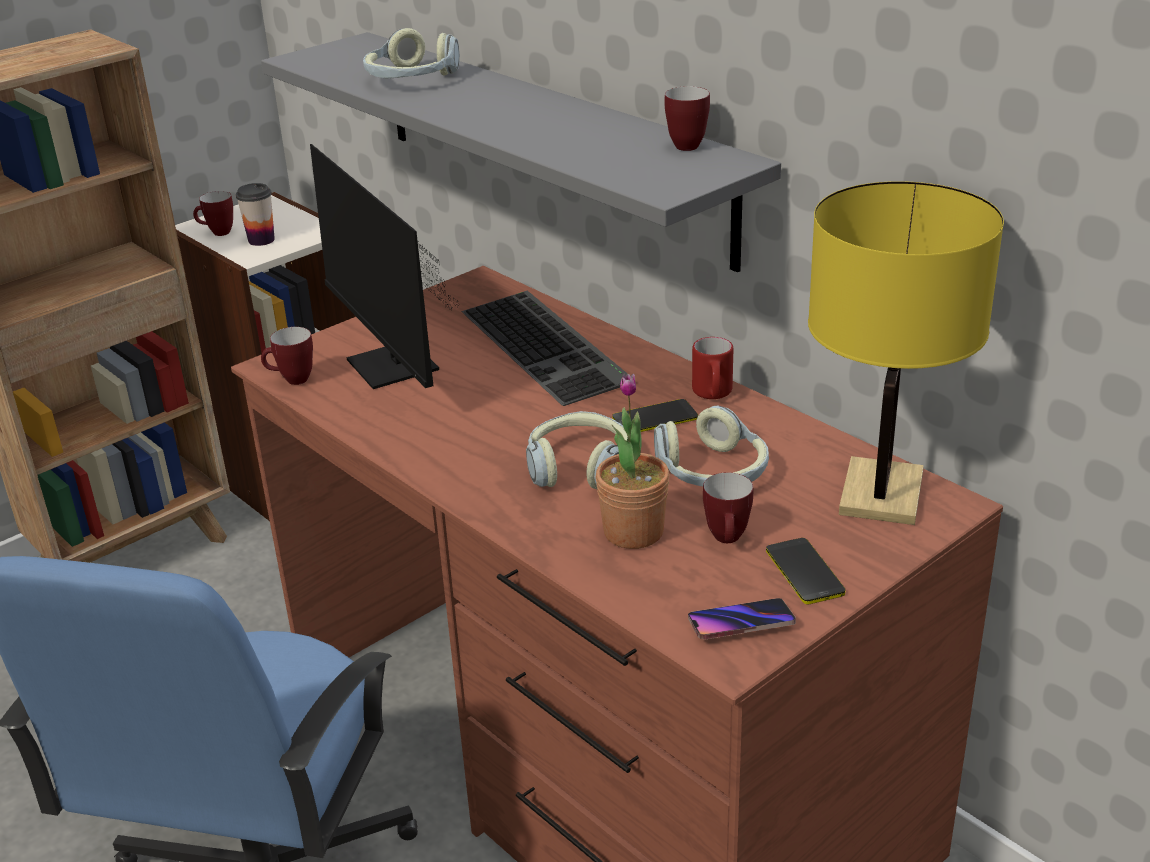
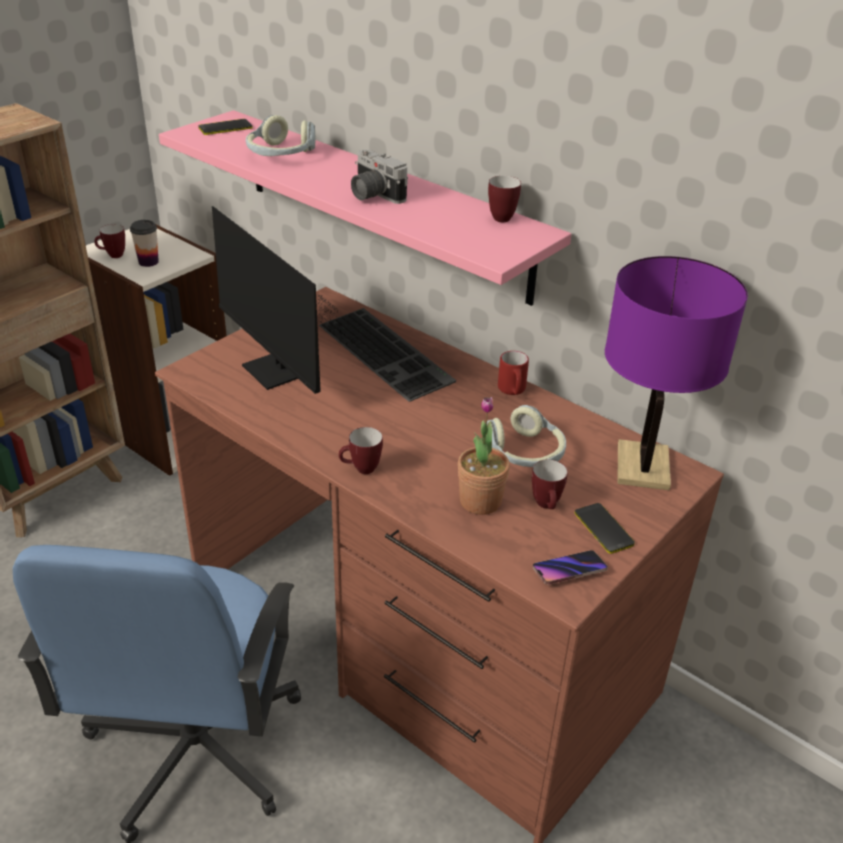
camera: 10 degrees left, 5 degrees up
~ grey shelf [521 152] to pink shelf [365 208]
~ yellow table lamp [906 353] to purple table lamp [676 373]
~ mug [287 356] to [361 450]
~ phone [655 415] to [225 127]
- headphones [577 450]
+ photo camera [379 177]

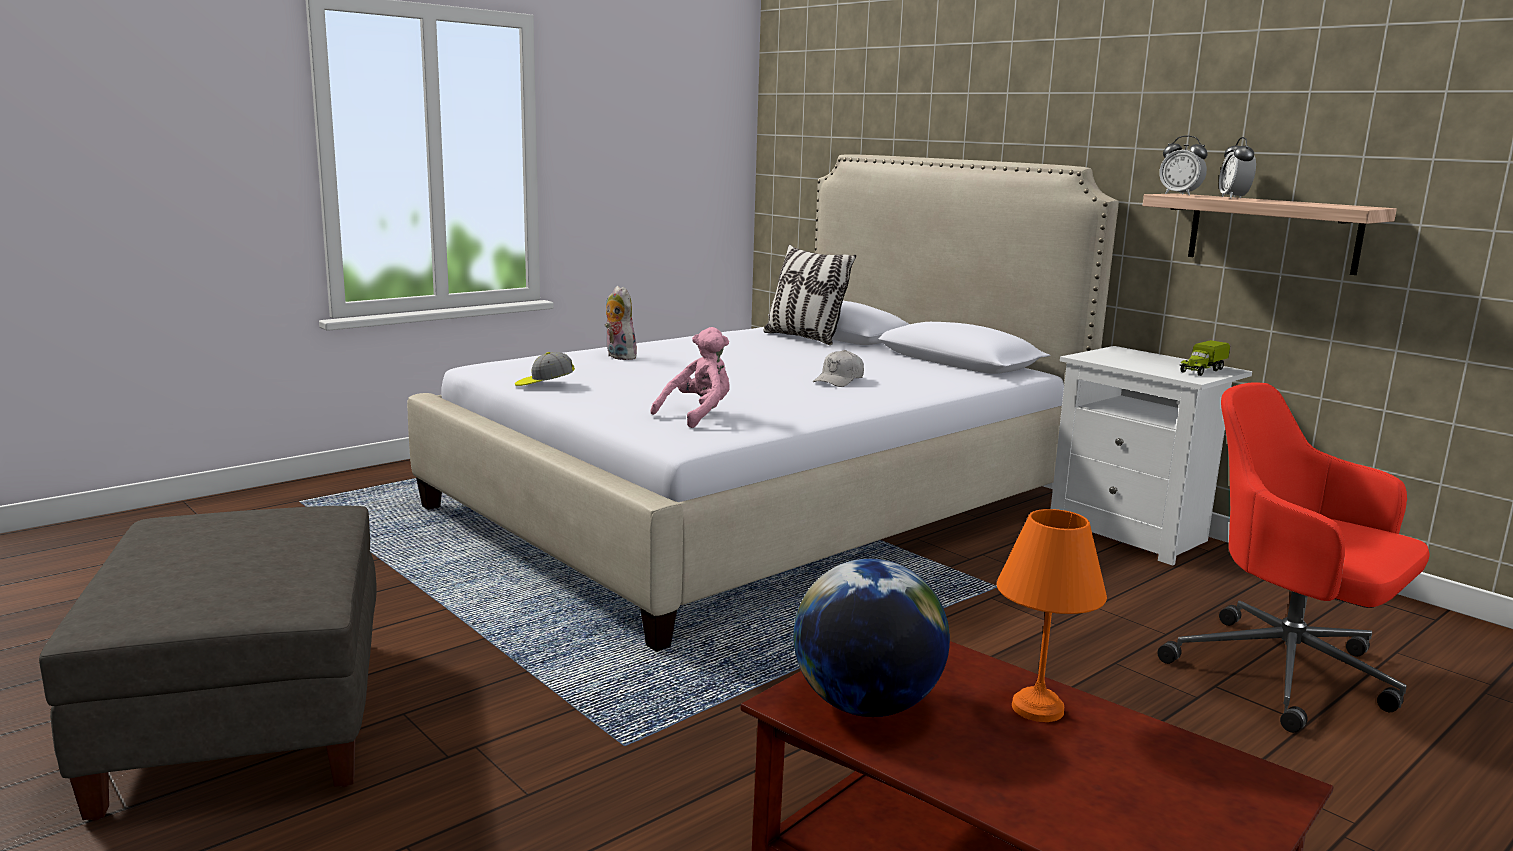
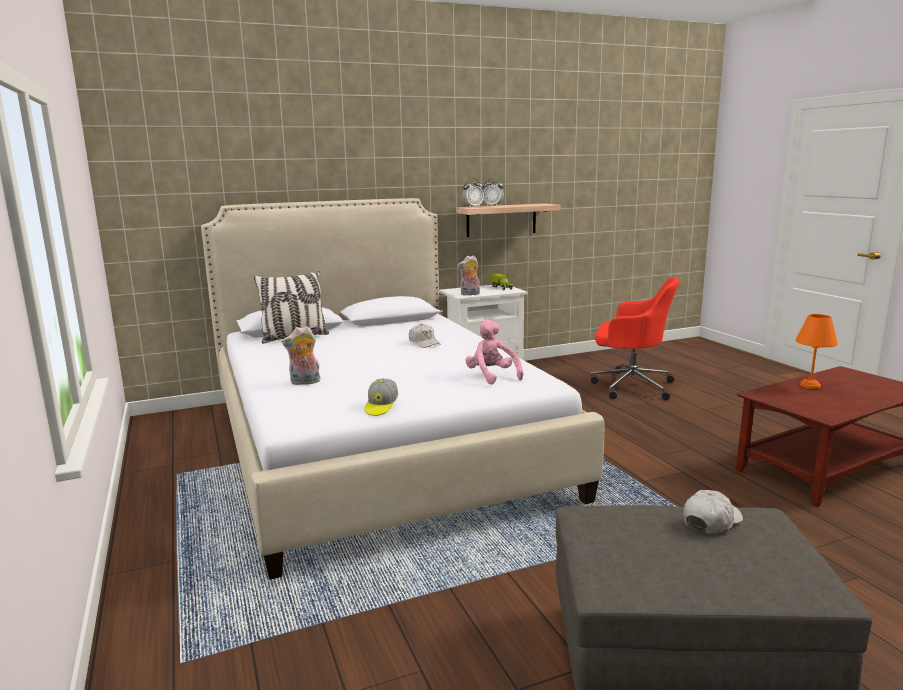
camera: 70 degrees left, 0 degrees up
~ red office chair [1293 557] = [635 338] 135 degrees counterclockwise
- globe [871 638]
+ plush toy [468 275]
+ white cap [713 512]

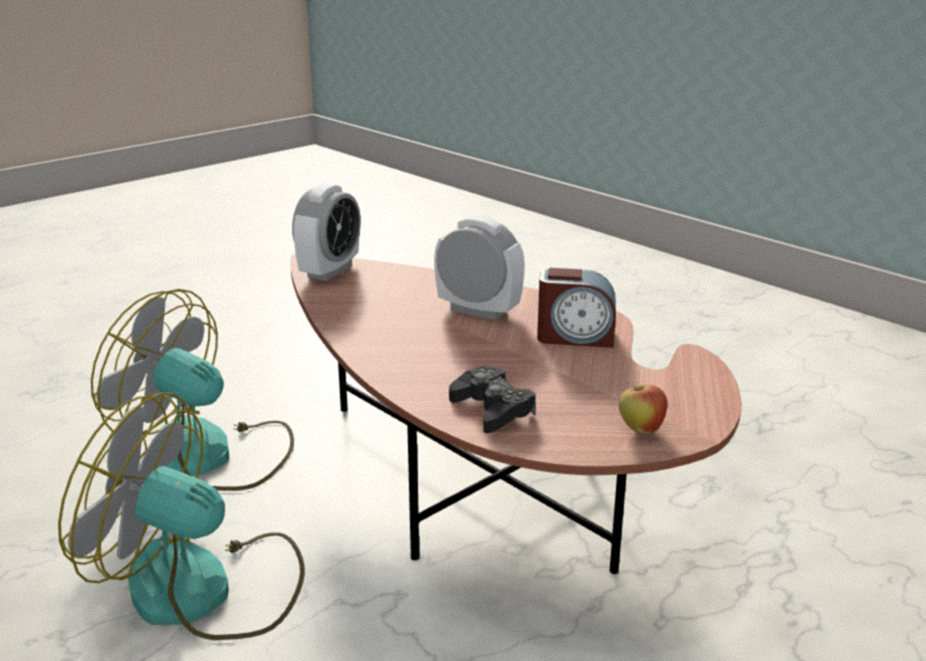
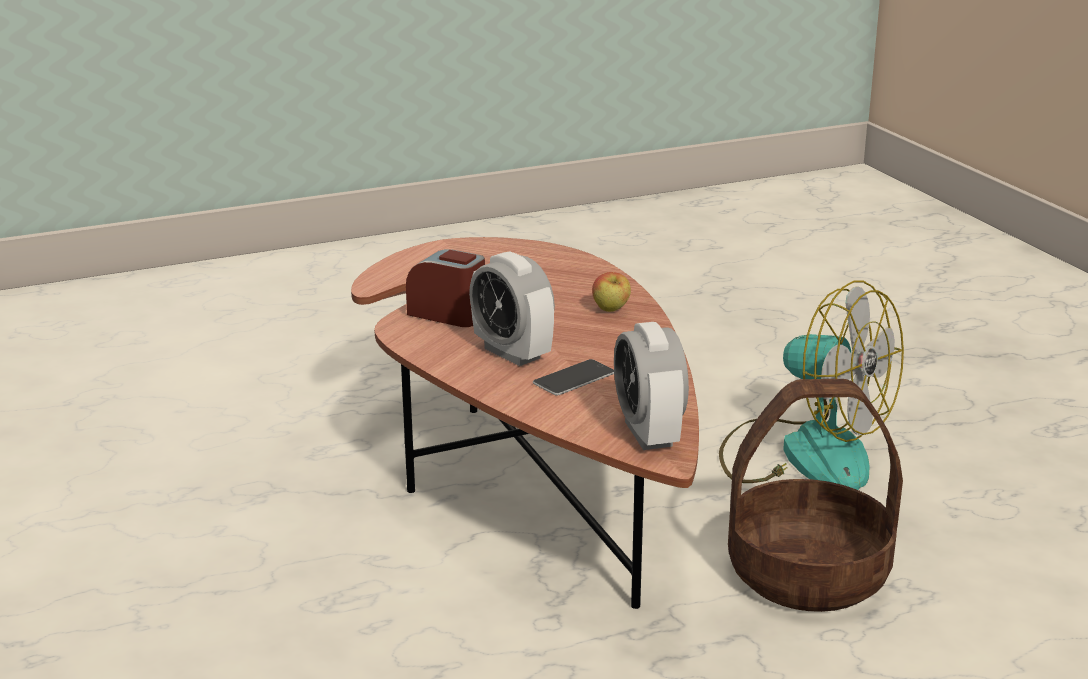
camera: 160 degrees left, 0 degrees up
~ alarm clock [326 232] = [651 386] 60 degrees counterclockwise
~ fan [192 390] to basket [815 495]
- black game controller [492 399]
~ apple [643 407] to [611 292]
+ phone [573 377]

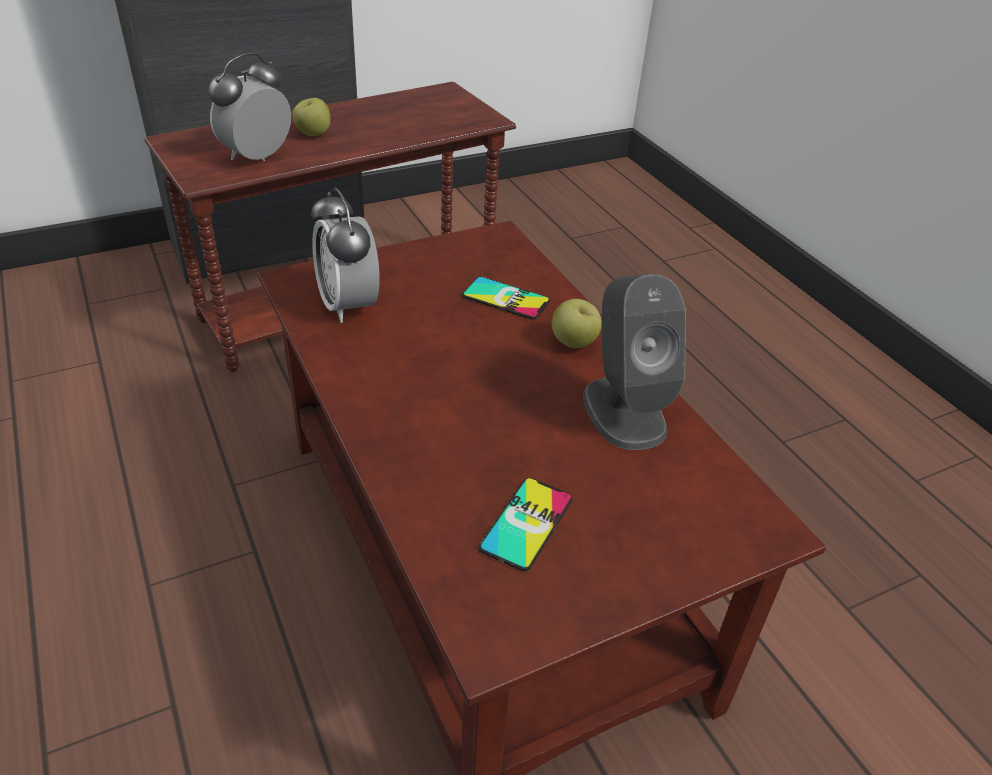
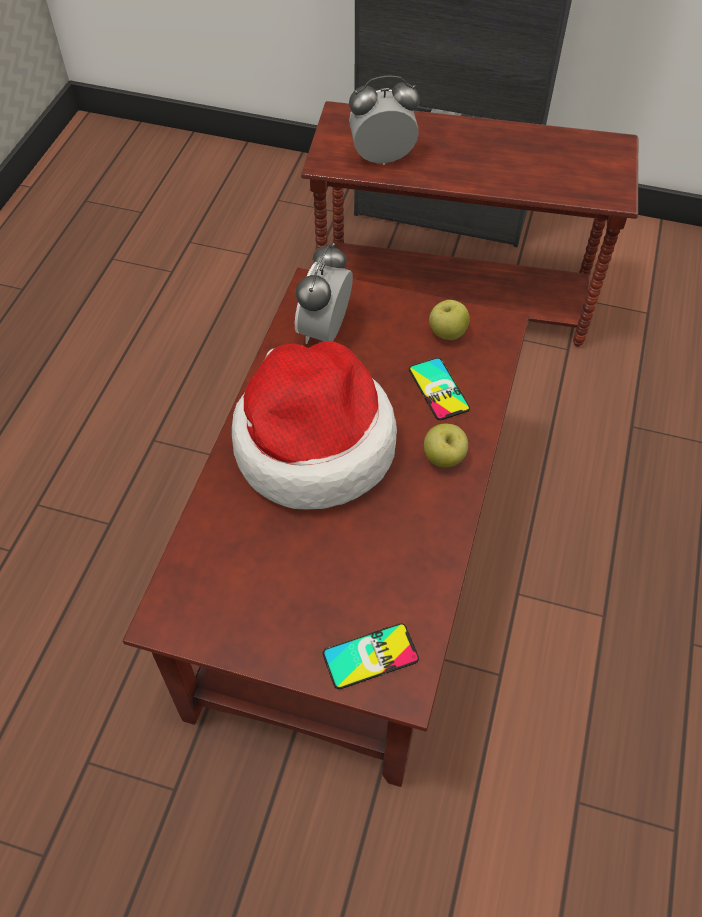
camera: 45 degrees right, 15 degrees up
~ apple [311 117] to [449 320]
- grey speaker [634 362]
~ phone [525 524] to [371 656]
+ hat [314 425]

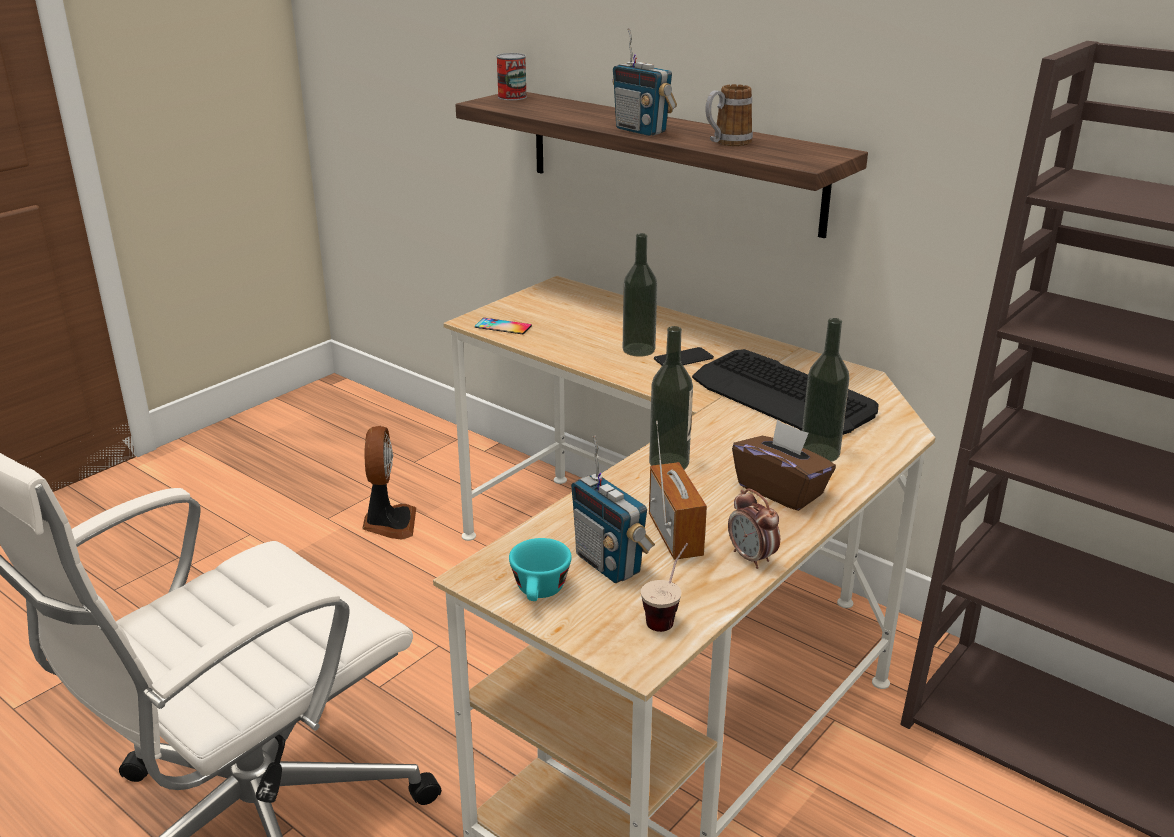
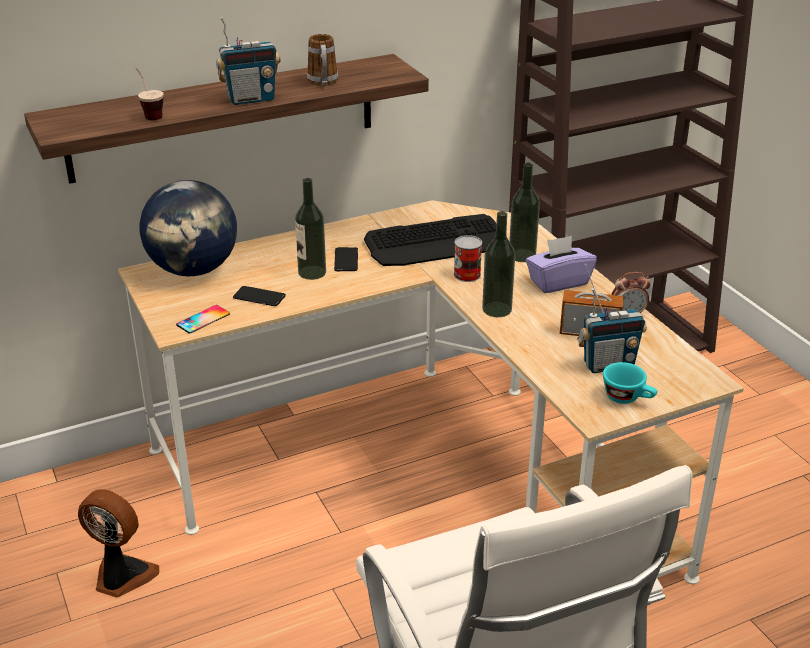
camera: 65 degrees left, 5 degrees up
~ can [511 76] to [468 258]
~ brown tissue box [784 465] to purple tissue box [561 264]
~ cup [664 587] to [150 94]
+ globe [188 228]
+ phone [259 296]

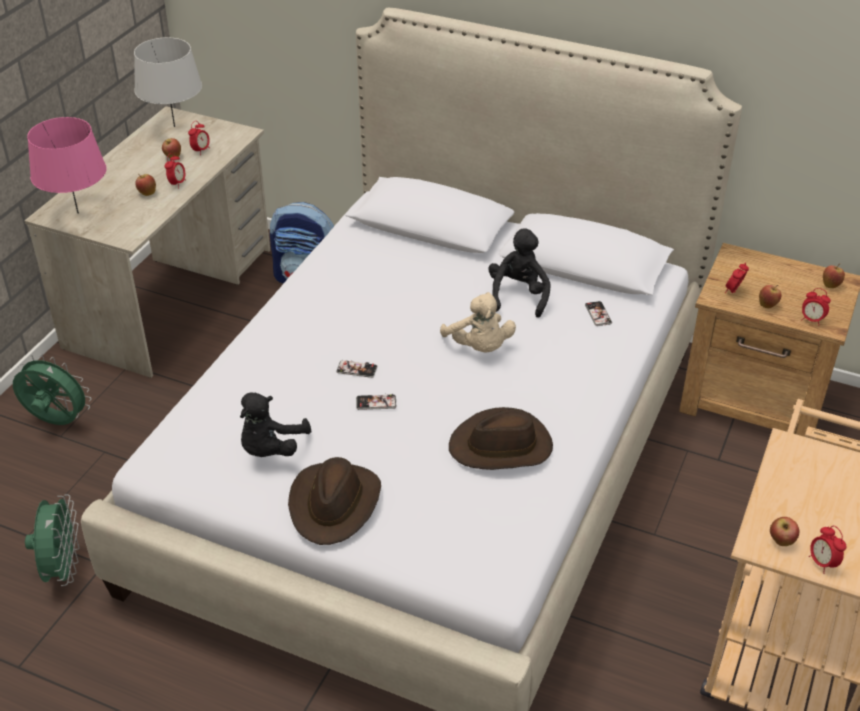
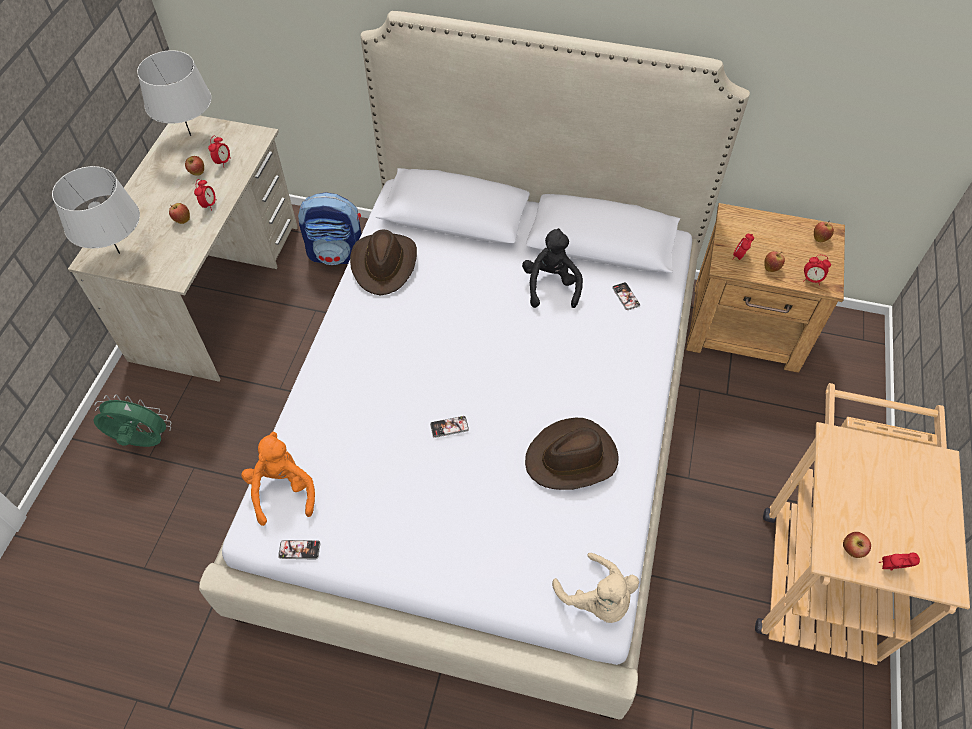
camera: 10 degrees left, 15 degrees up
~ pink table lamp [67 165] to grey table lamp [96 210]
~ beige plush toy [478 322] to [595 588]
~ phone [356 369] to [299 549]
- black plush toy [275 425]
~ brown hat [334 501] to [383 262]
- green fan [52 540]
~ alarm clock [827 550] = [899 561] 120 degrees clockwise
+ orange plush toy [278 479]

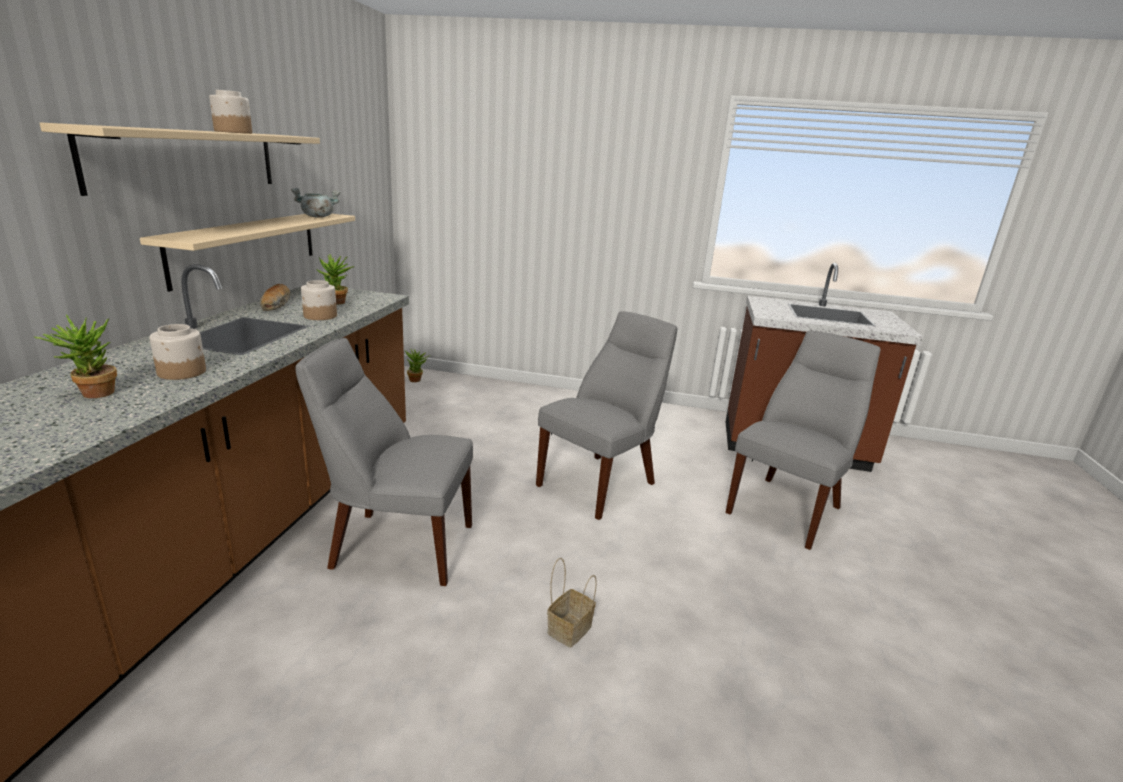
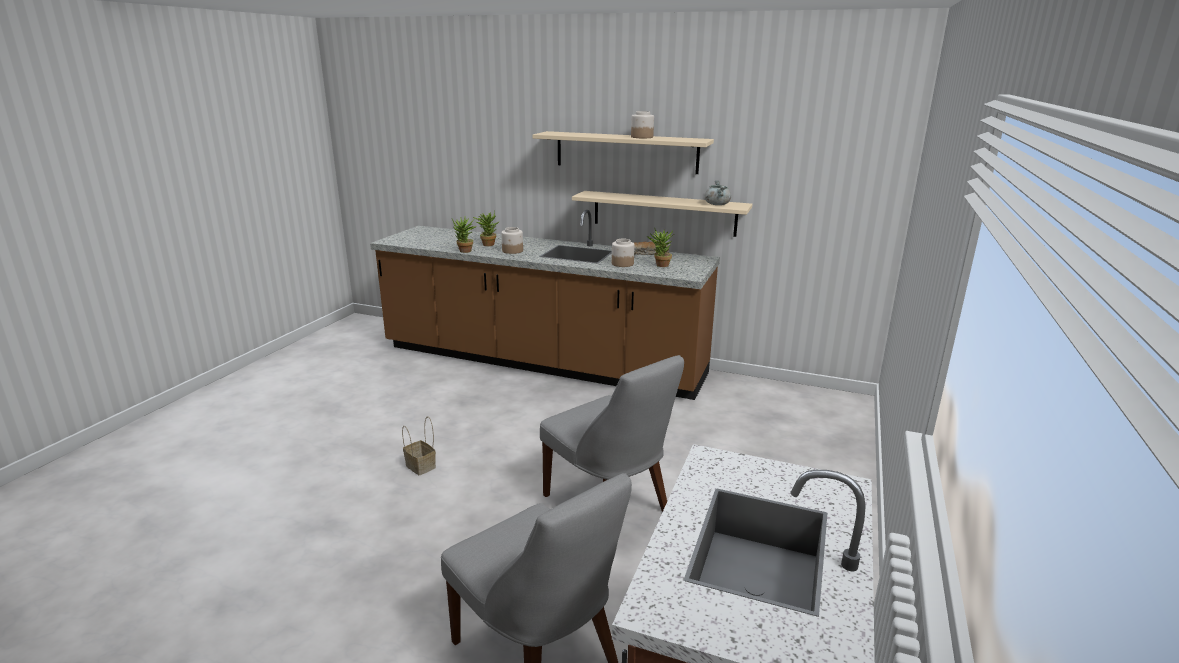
camera: 100 degrees right, 0 degrees up
- grey chair [384 462]
~ potted plant [417 365] to [464 234]

